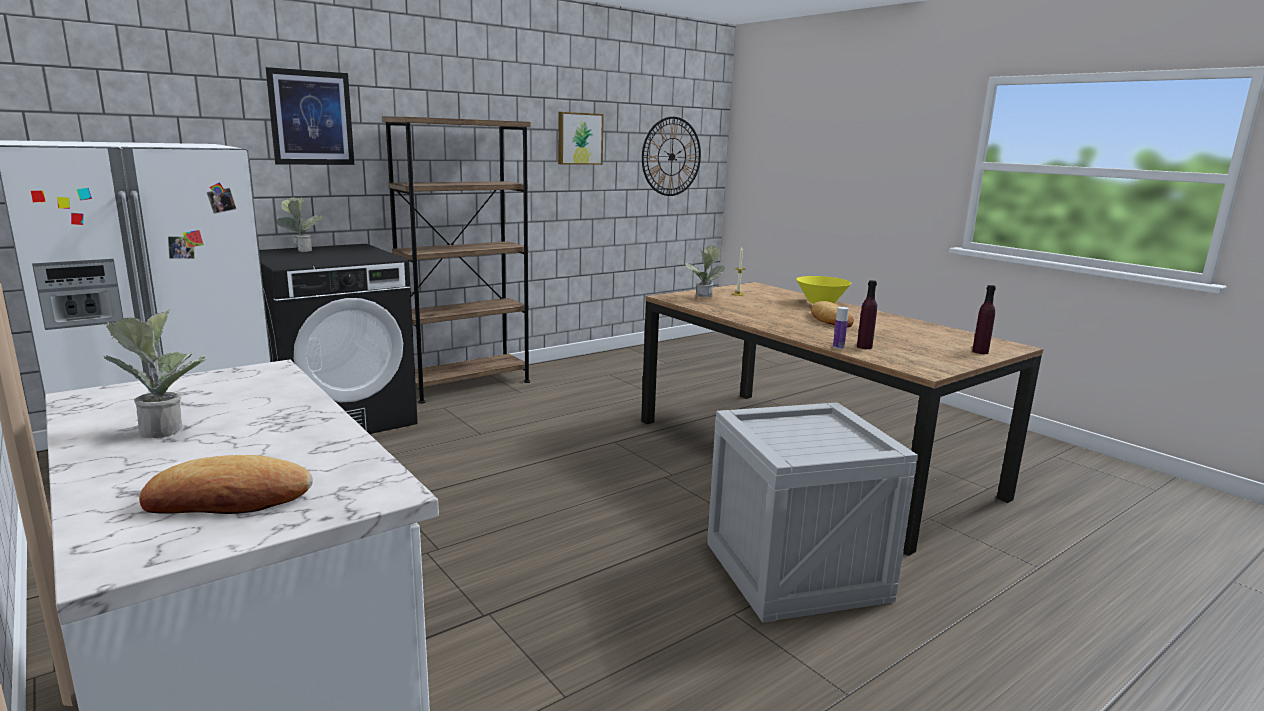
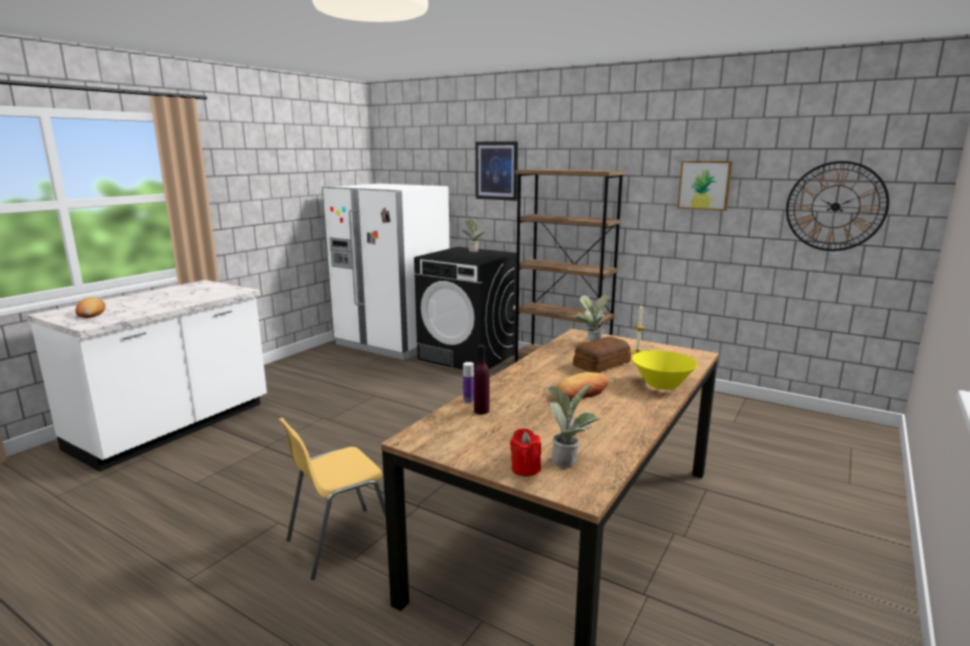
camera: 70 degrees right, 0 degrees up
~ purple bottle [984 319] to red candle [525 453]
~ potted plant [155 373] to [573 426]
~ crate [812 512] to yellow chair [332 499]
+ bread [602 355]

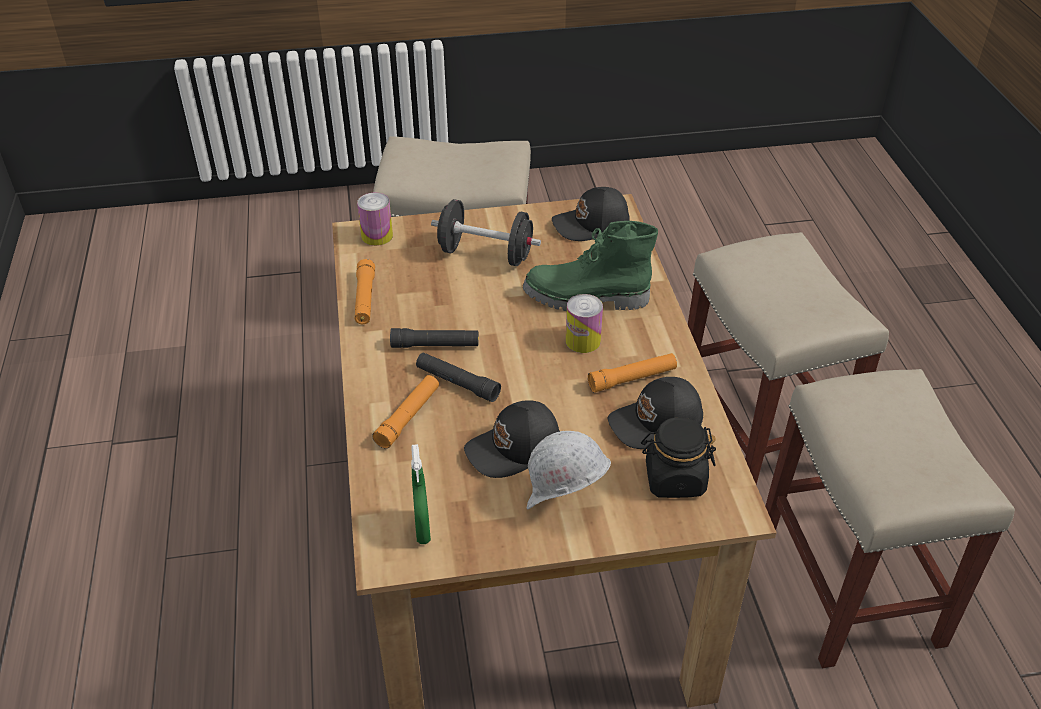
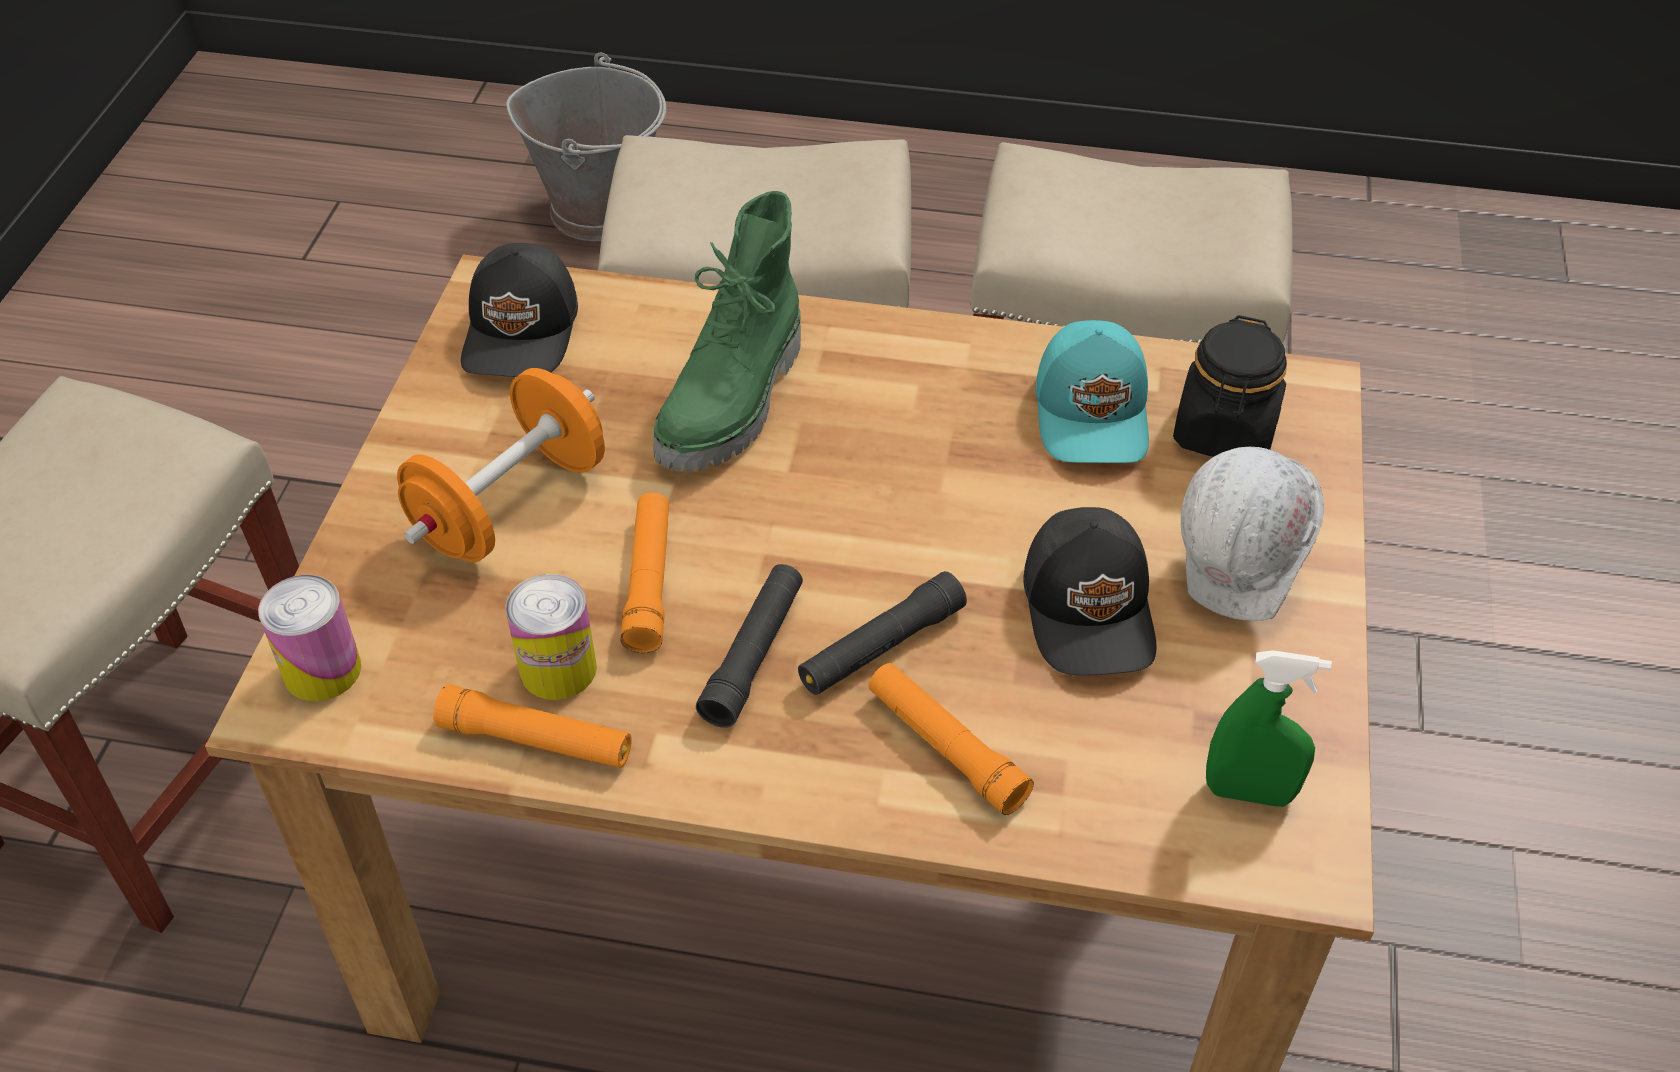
camera: 70 degrees left, 5 degrees up
~ black dumbbell [486 232] to orange dumbbell [501 465]
~ can [584 323] to [551 637]
~ orange flashlight [632 372] to [644 573]
~ black cap [655 413] to turquoise cap [1092 391]
+ grey bucket [586 147]

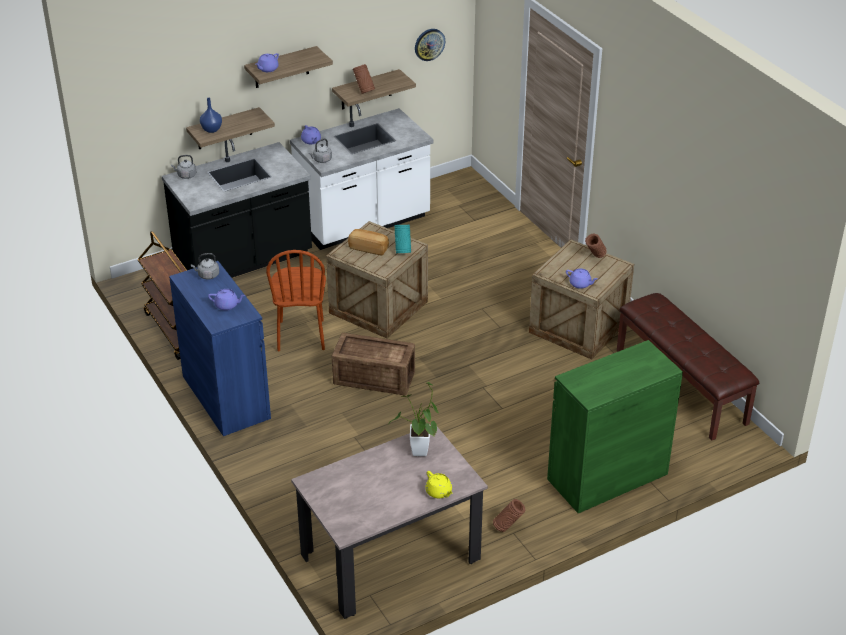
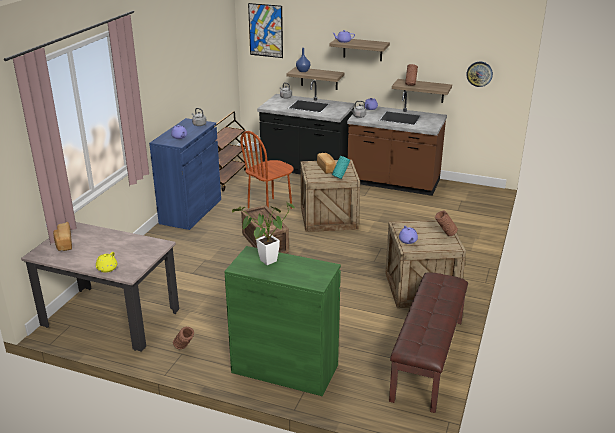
camera: 50 degrees right, 10 degrees down
~ white counter [361 177] to brown counter [397 143]
~ potted plant [413 419] to [263 234]
+ picture [265 30]
+ bread [62 236]

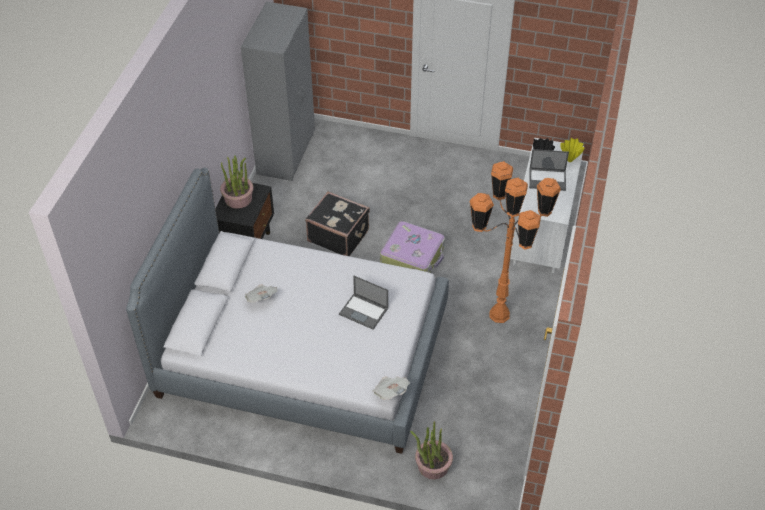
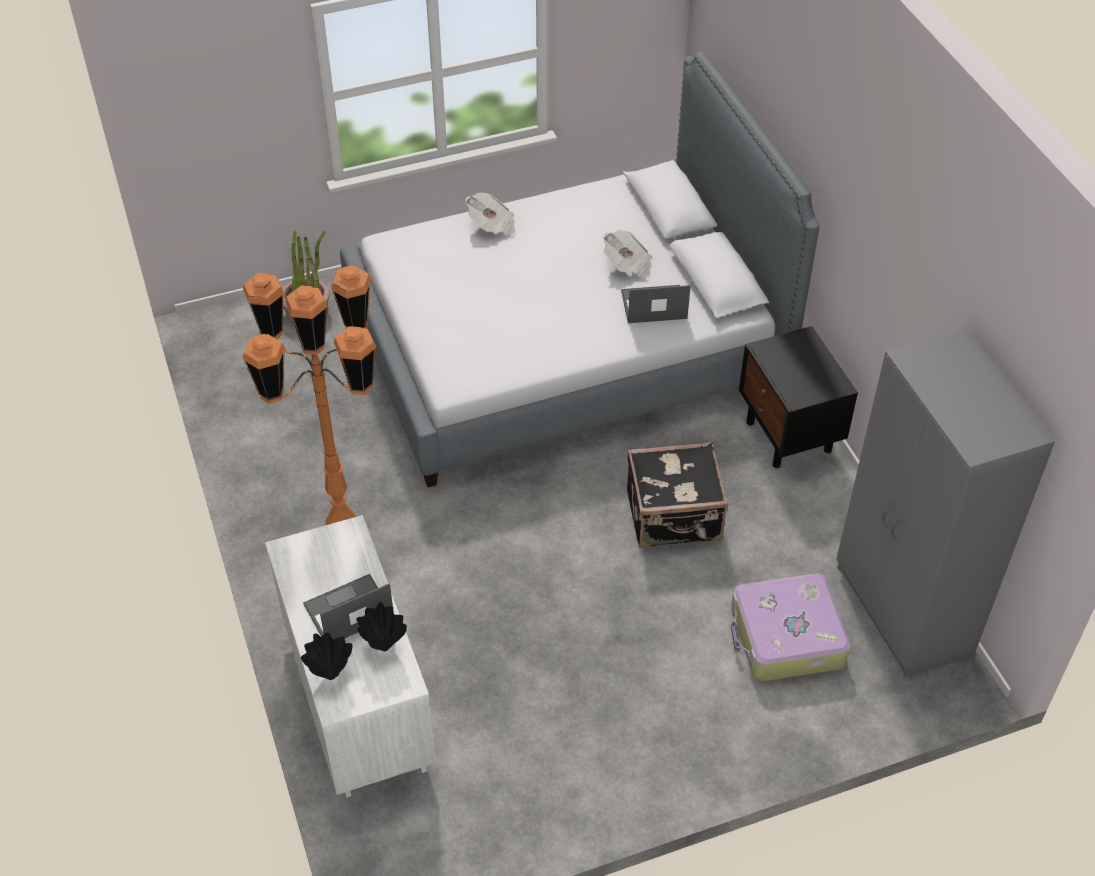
camera: 145 degrees right, 0 degrees up
~ yellow vase [572 150] to black vase [327 656]
- potted plant [236 182]
~ suitcase [412 247] to [791 627]
~ laptop [363 303] to [656 304]
~ newspaper [391 388] to [490 214]

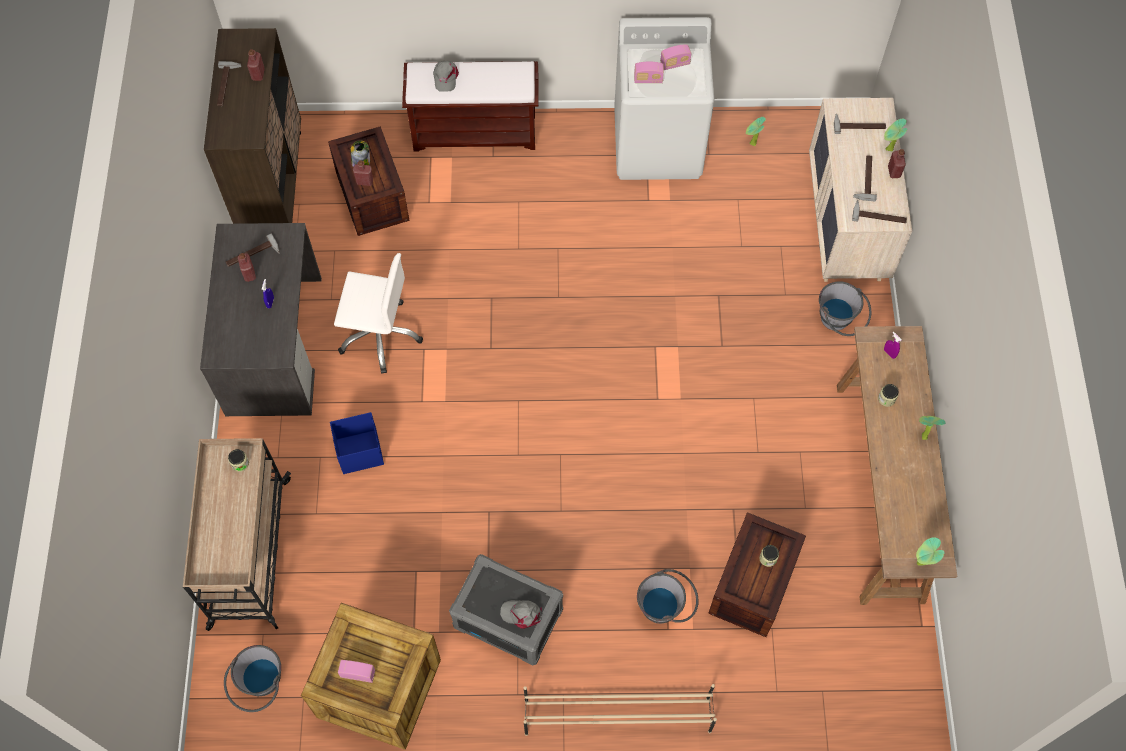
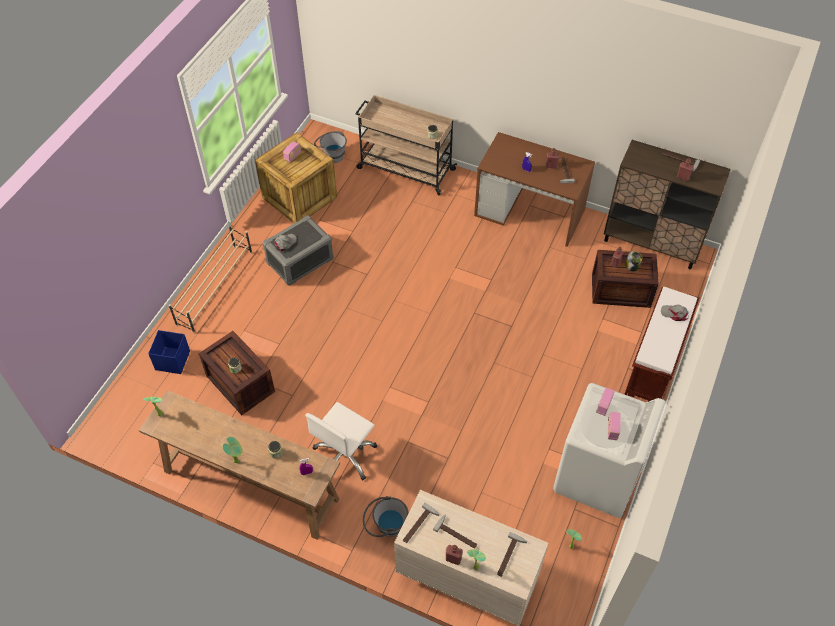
camera: 115 degrees right, 10 degrees down
~ grey desk [261 319] to brown desk [534 189]
~ white office chair [378 313] to [341 441]
~ blue storage box [357 443] to [169 352]
- grey bucket [668 596]

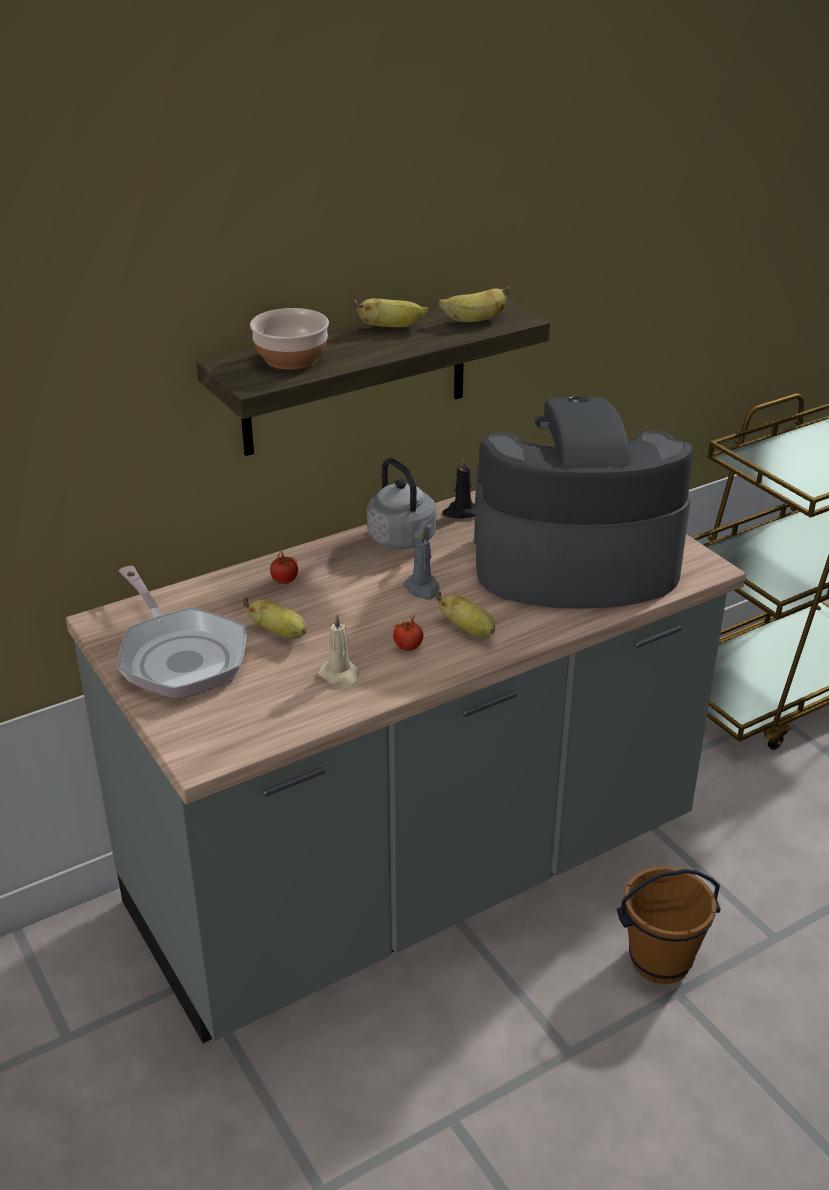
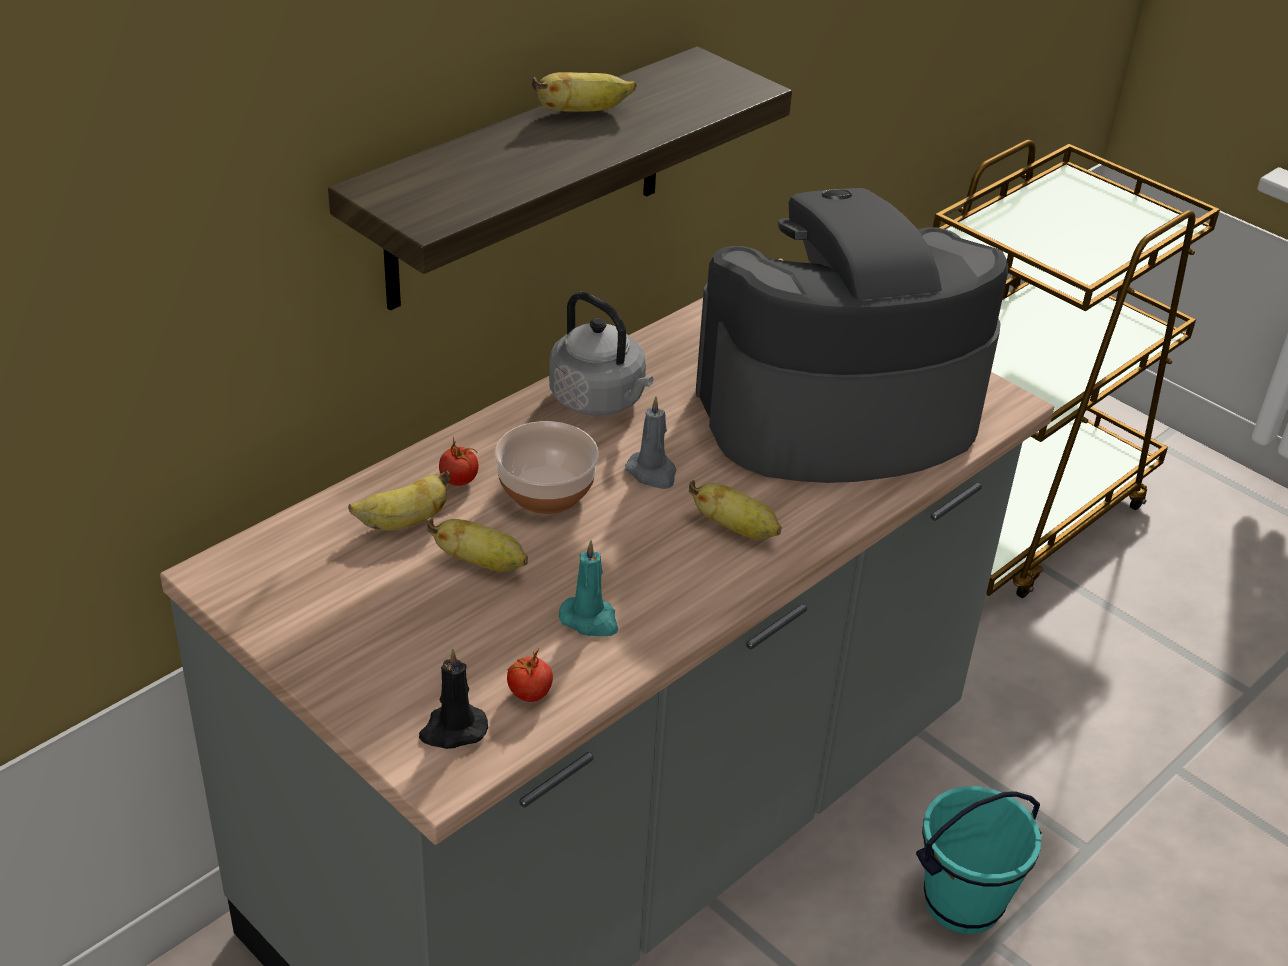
camera: 15 degrees left, 5 degrees up
~ banana [474 304] to [399 500]
~ bowl [289 338] to [547 467]
~ black candle [458 488] to [453 698]
- frying pan [182 632]
~ beige candle [339 650] to turquoise candle [588 588]
~ tomato [408 633] to [530 675]
~ brown bucket [669 925] to turquoise bucket [979 860]

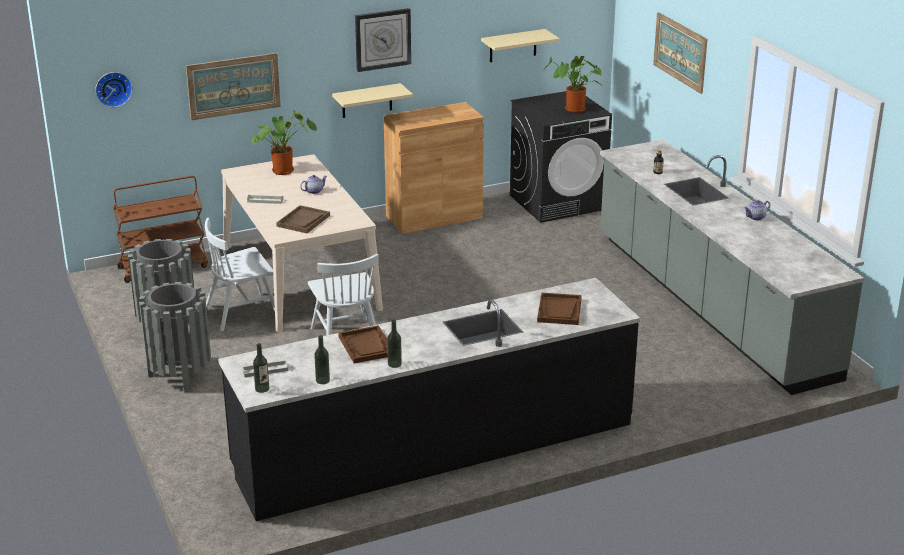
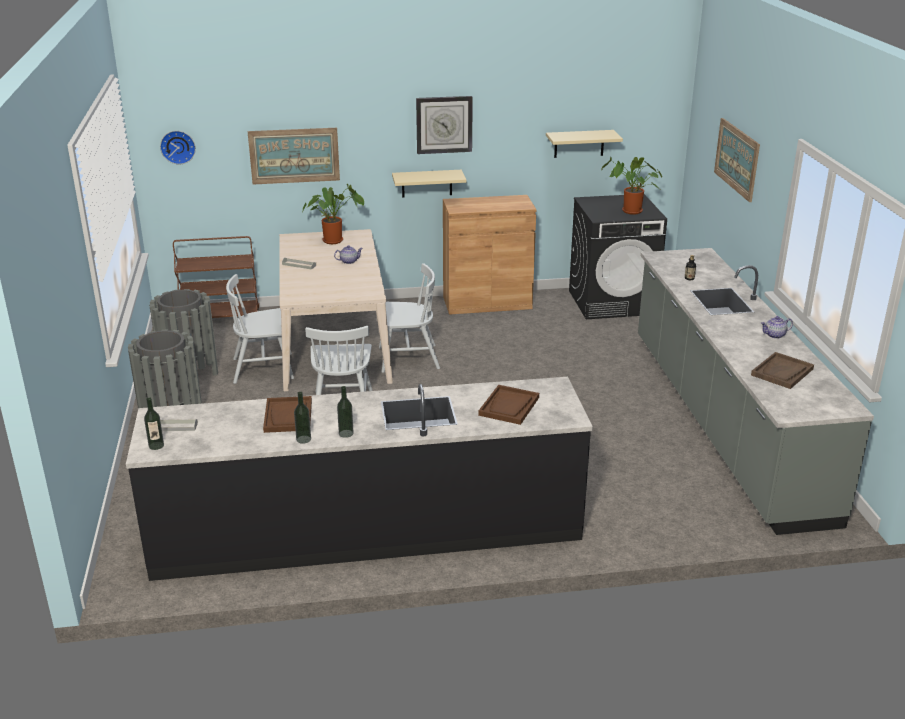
camera: 15 degrees right, 0 degrees up
~ brown tray [303 219] to [782 370]
~ bottle [322 359] to [345 412]
+ white chair [409 318]

